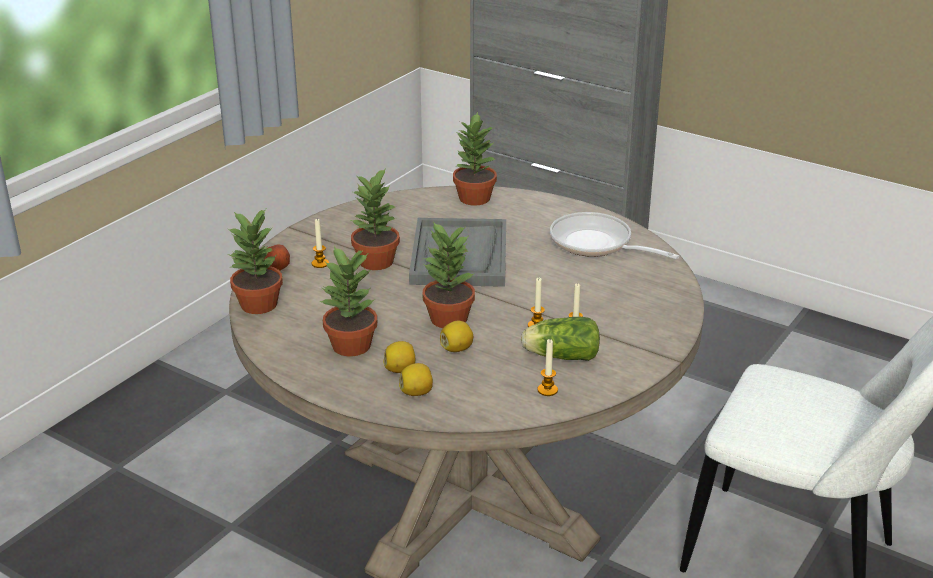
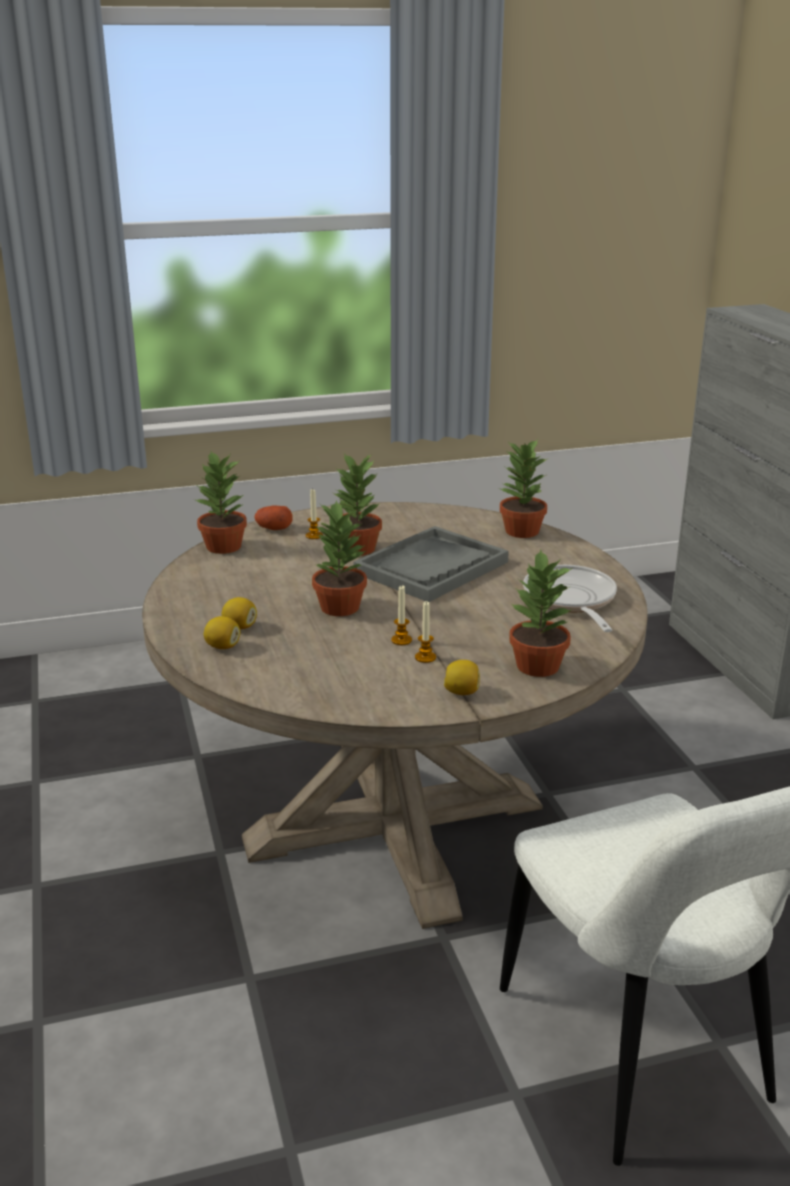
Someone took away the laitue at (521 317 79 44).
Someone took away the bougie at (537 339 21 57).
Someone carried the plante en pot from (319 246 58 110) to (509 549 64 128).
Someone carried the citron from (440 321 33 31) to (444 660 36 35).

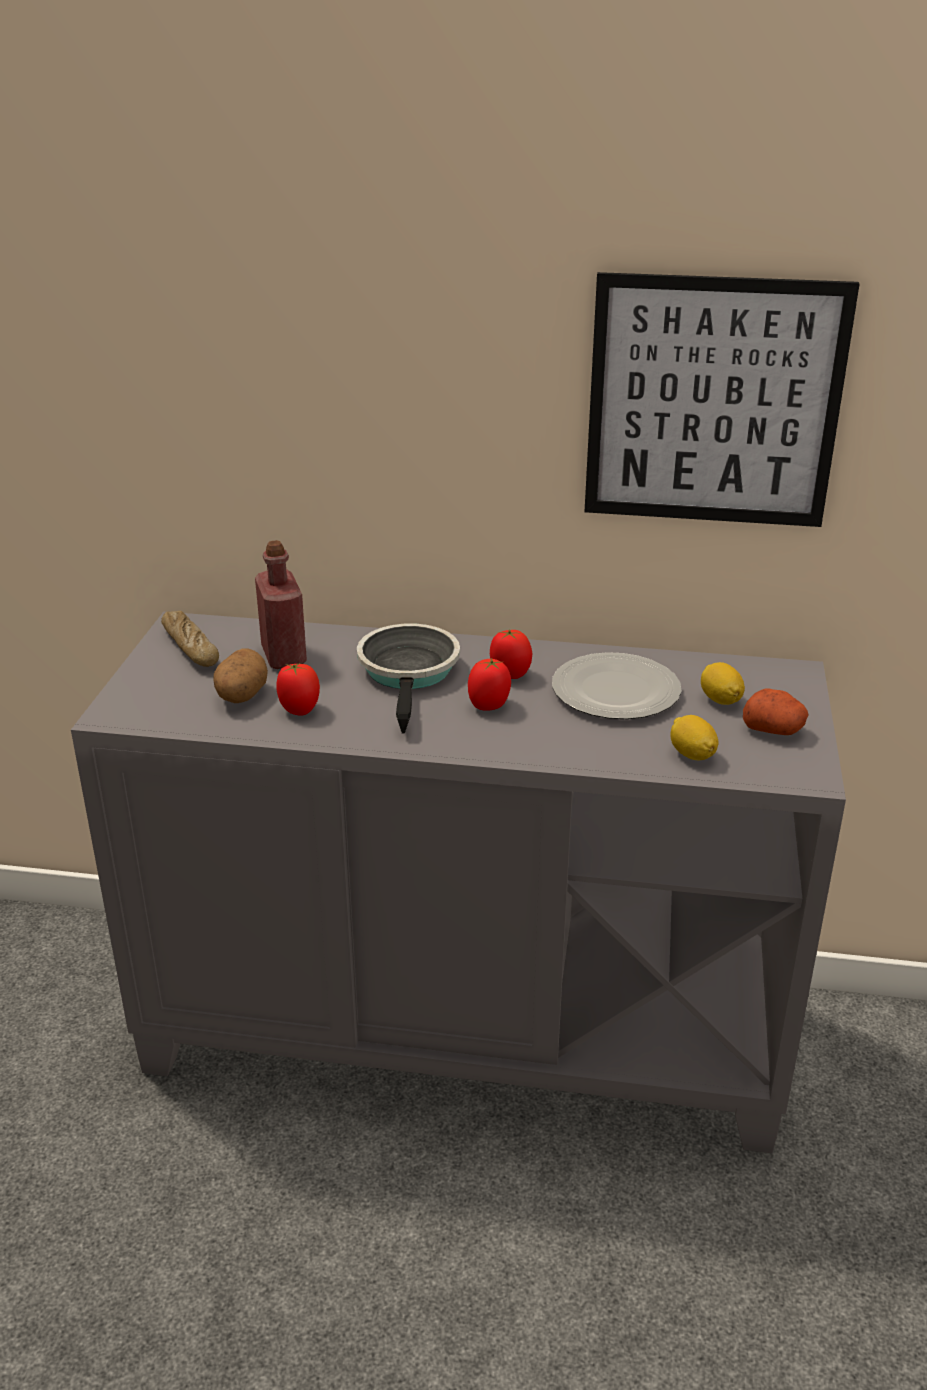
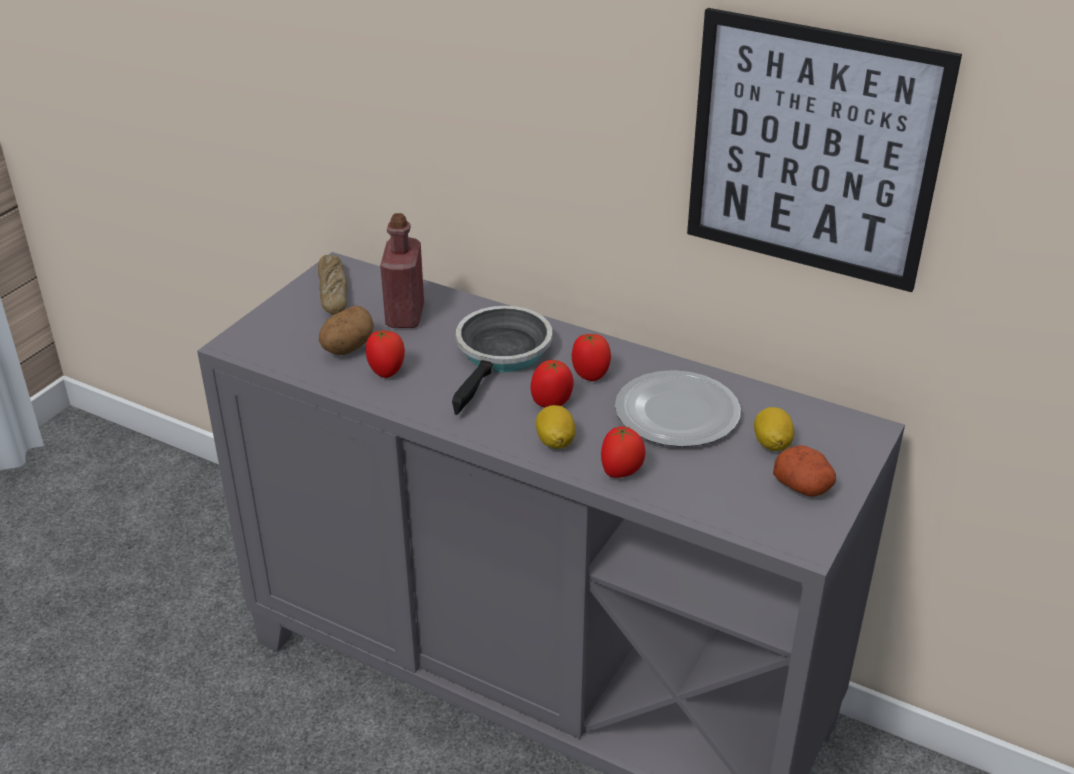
Someone put down the tomate at (601 426 45 52).
Someone carried the citron from (670 715 49 45) to (536 405 39 44).

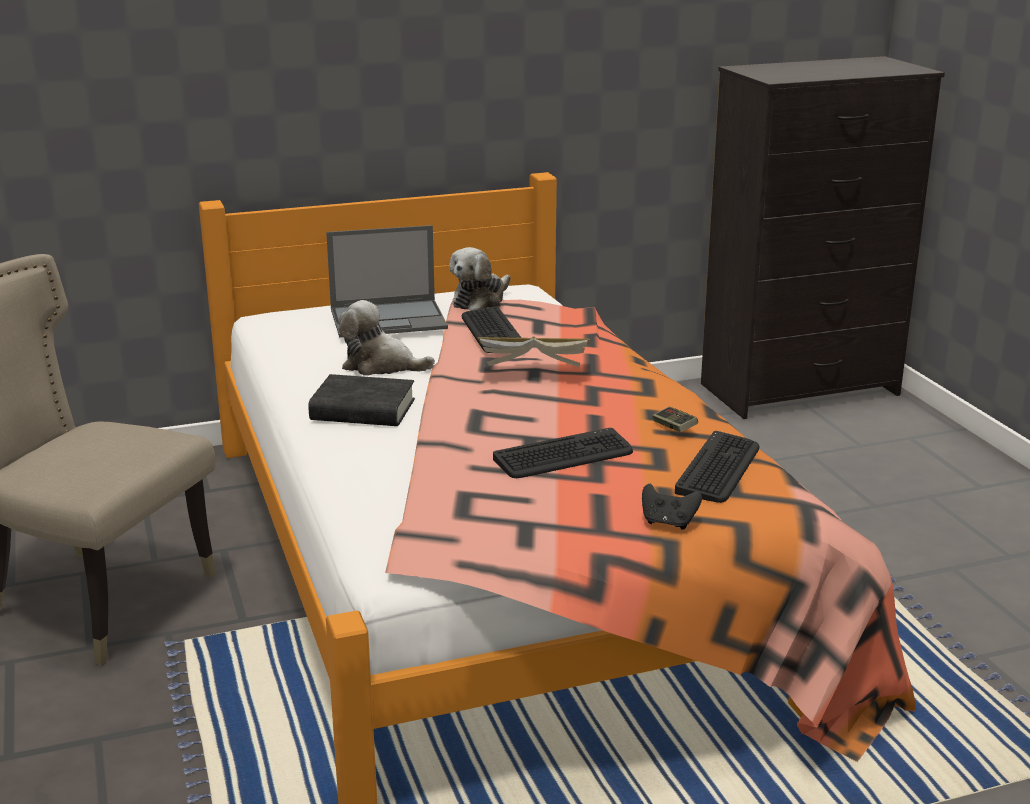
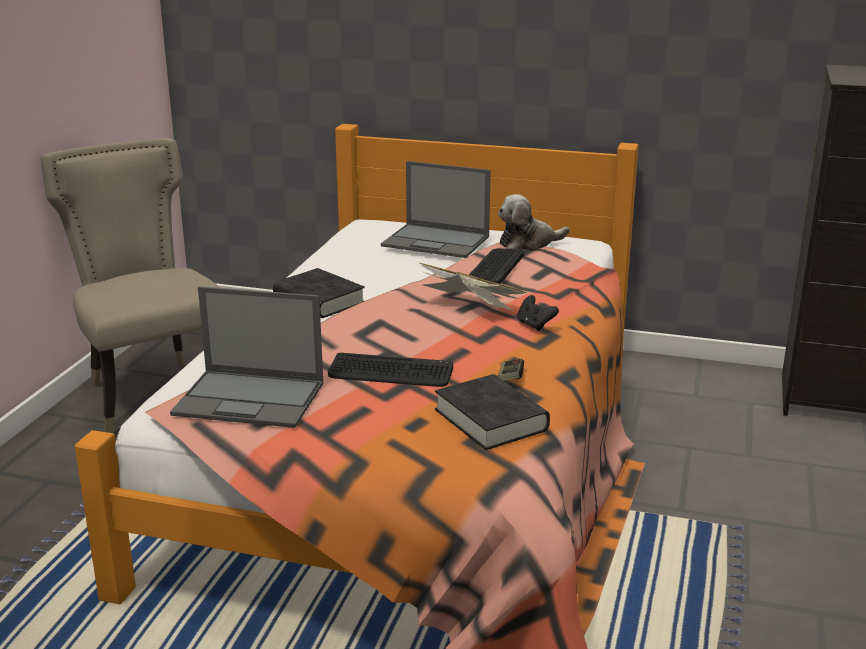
Someone took away the peluche at (339 300 96 76).
Someone put down the ordinateur portable at (170 286 154 142).
Someone carried the manette [noir] from (642 484 60 45) to (517 295 42 36).
Someone swapped the clavier at (675 431 84 72) for the livre [noir] at (435 375 115 75).

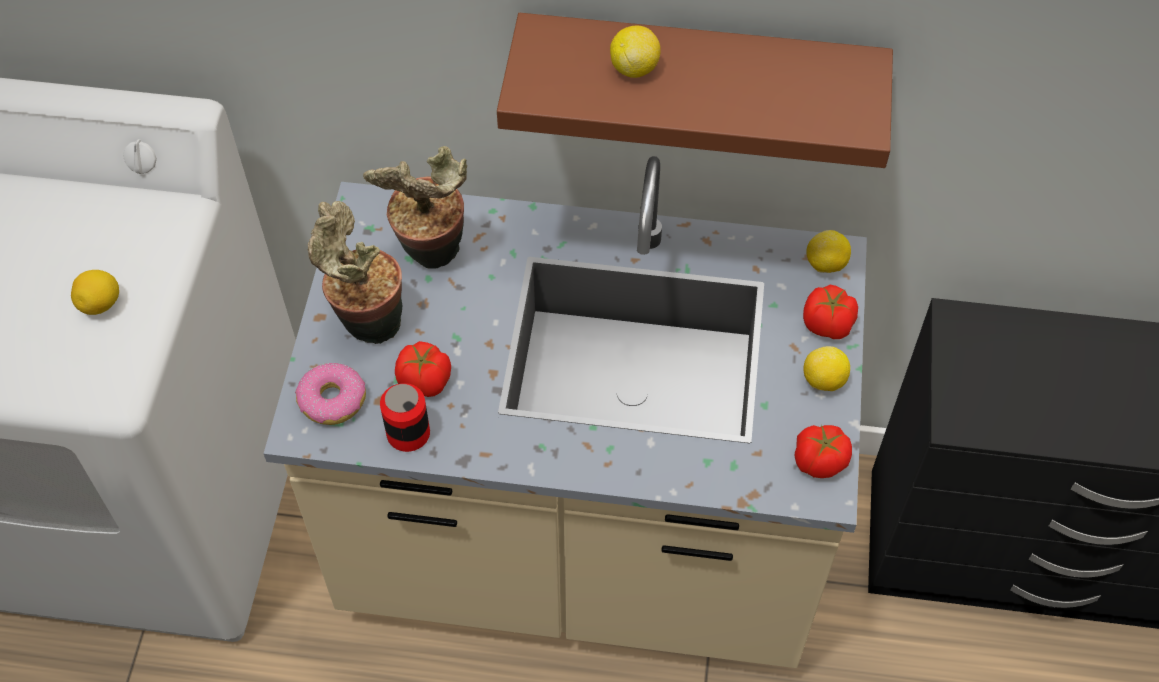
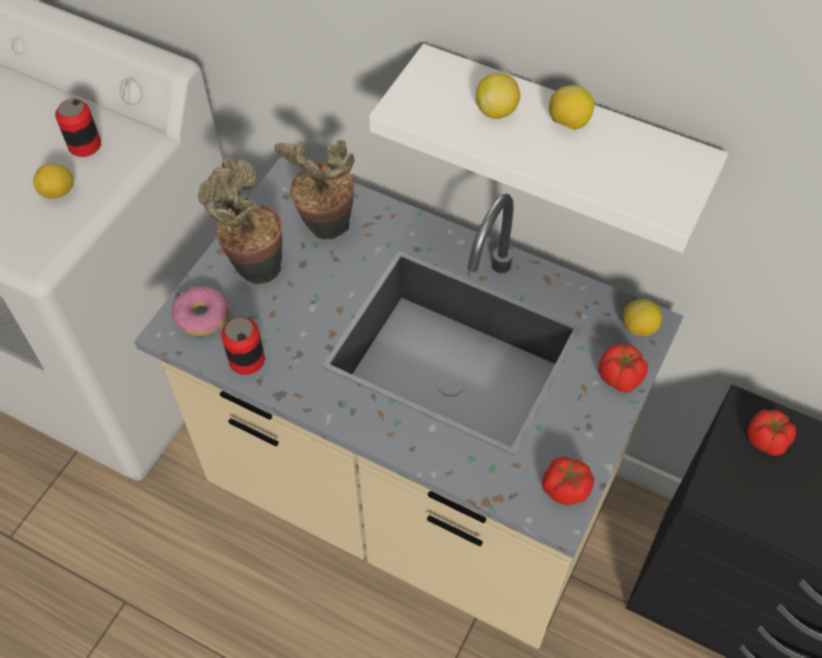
Someone put down the boîte métallique at (55 99 46 58).
Someone carried the tomate from (395 341 56 56) to (747 410 49 46).
Someone carried the citron from (803 346 47 45) to (549 85 45 45).
Someone repainted the étagère [marron] at (497 13 396 155), which became the étagère [blanc] at (369 44 359 209).

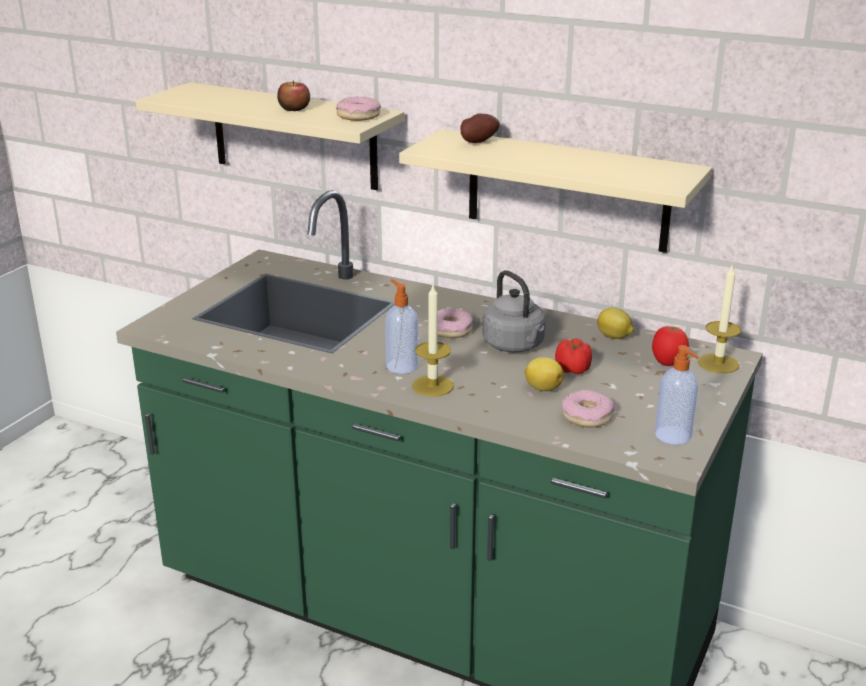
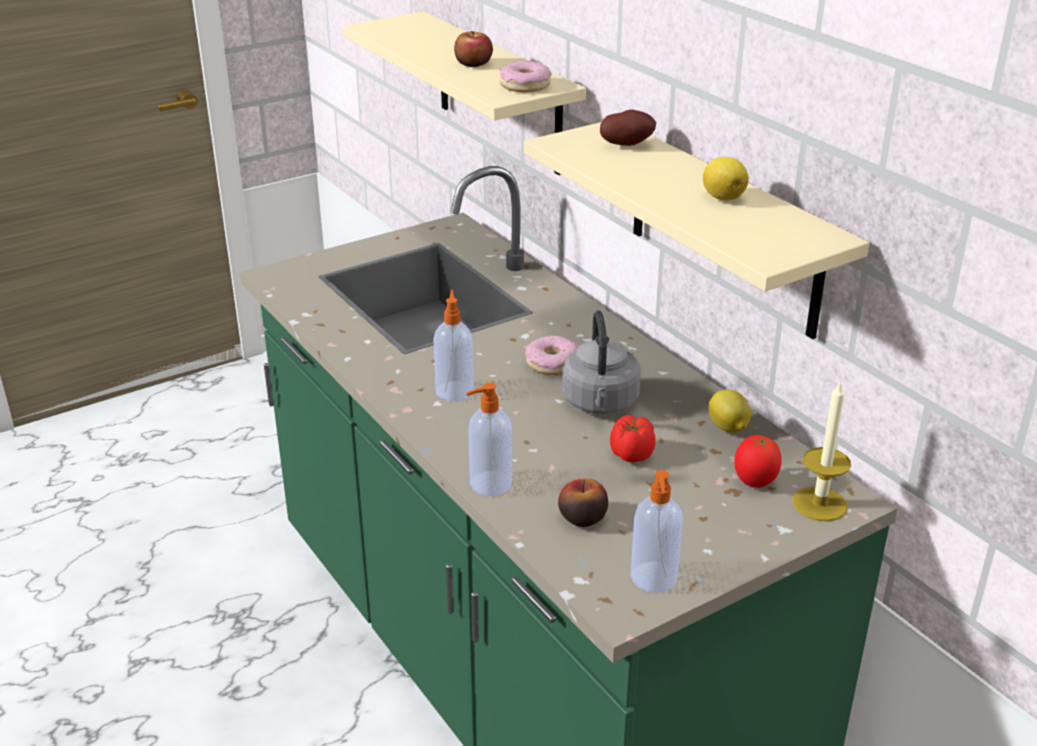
Someone took away the bougie at (412 285 42 112).
Someone put down the distributeur de savon at (466 383 46 113).
Someone carried the citron from (524 357 40 34) to (703 157 46 44).
Someone swapped the beignet at (562 390 52 38) for the pomme at (558 478 50 49).

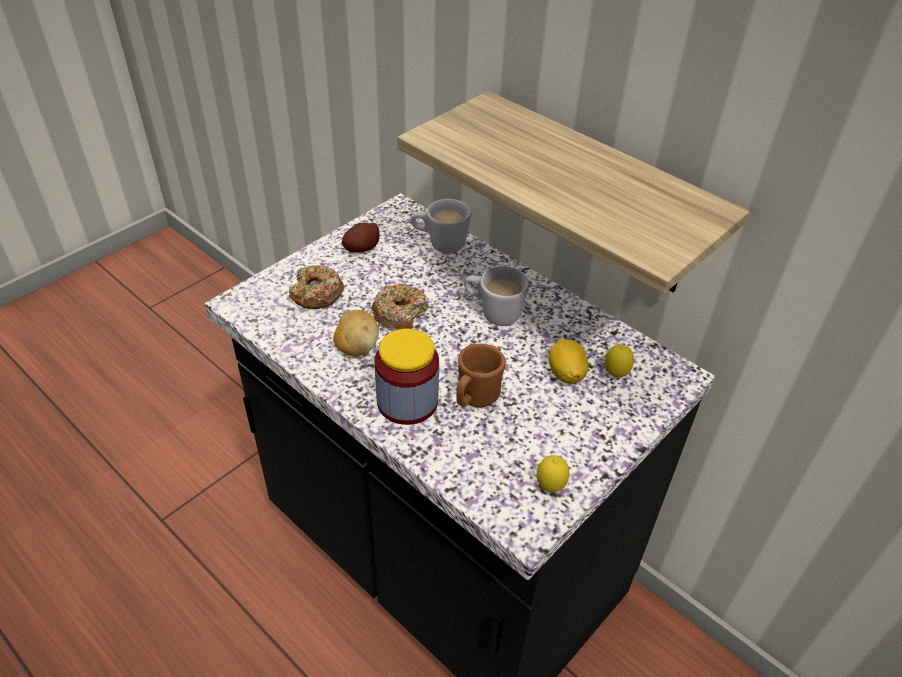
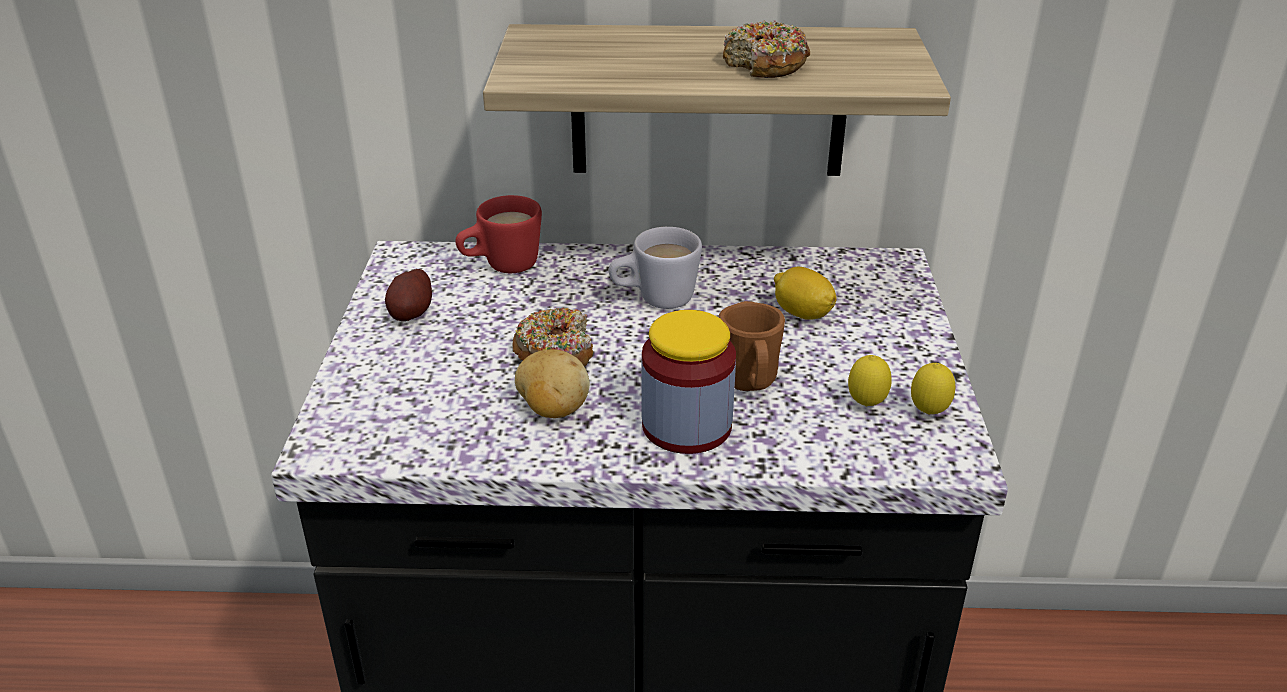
Someone carried the beignet from (289 265 55 44) to (723 20 87 58).
Someone carried the citron from (605 344 29 33) to (848 355 43 51).
Someone repainted the mug [blanc] at (410 199 61 55), which became the mug [rouge] at (456 195 86 78).

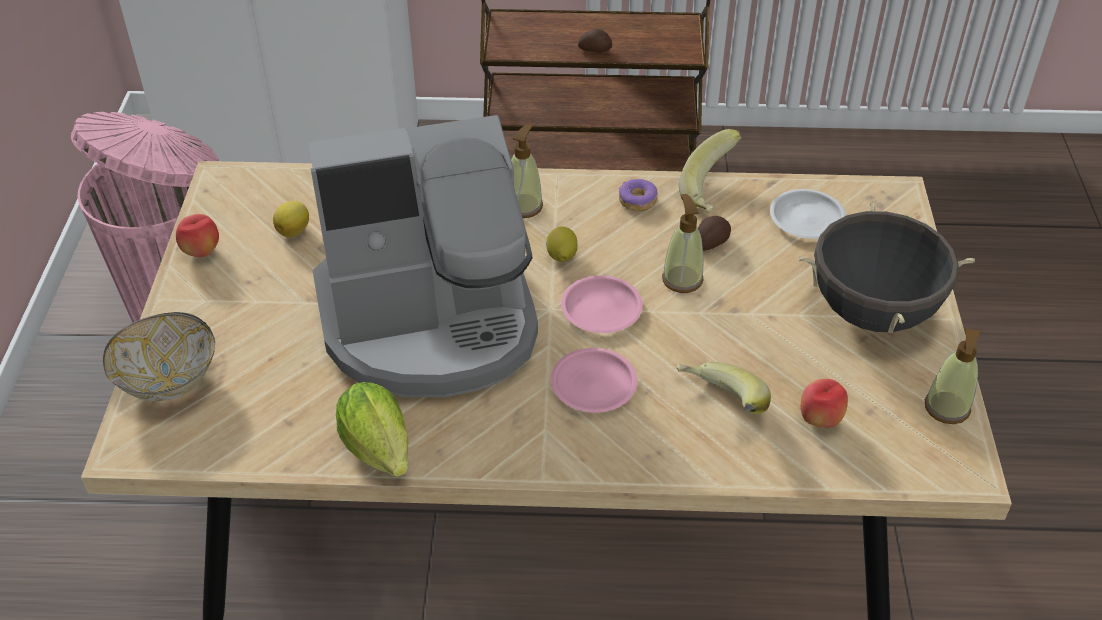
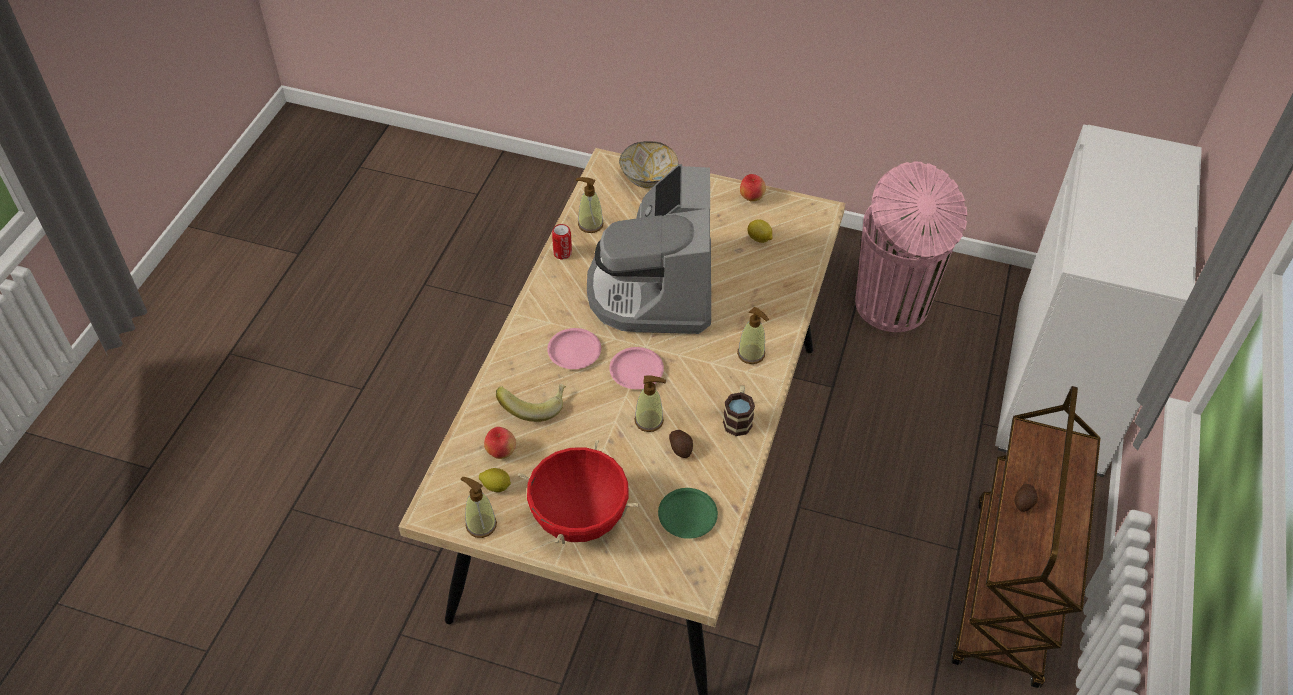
Someone took away the banane at (679 129 63 84).
Someone put down the distributeur de savon at (576 177 27 56).
Someone carried the citron from (546 226 31 36) to (479 468 32 24).
Someone swapped the laitue at (336 382 72 95) for the boîte métallique at (552 224 20 35).
Someone swapped the beignet at (619 179 39 32) for the mug at (723 385 32 51).
Someone repainted the assiette [blanc] at (770 189 76 50), which became the assiette [vert] at (658 488 60 51).
Someone repainted the marmite [noir] at (799 201 176 133), which became the marmite [rouge] at (518 440 121 104).

